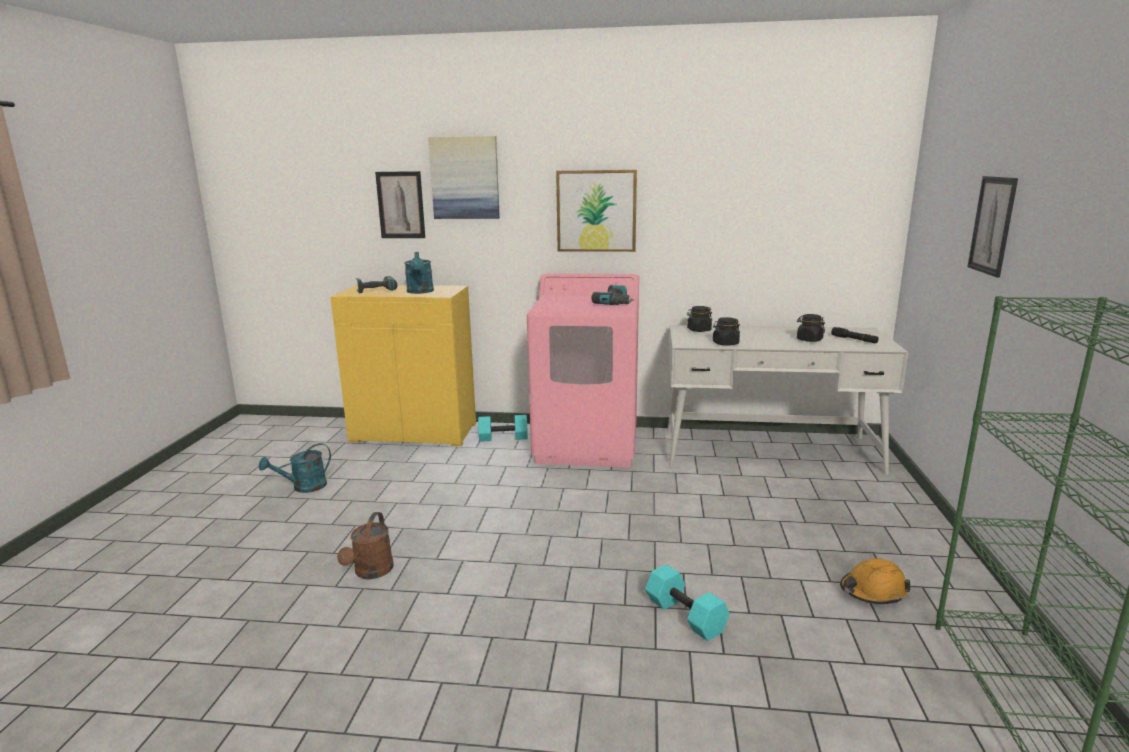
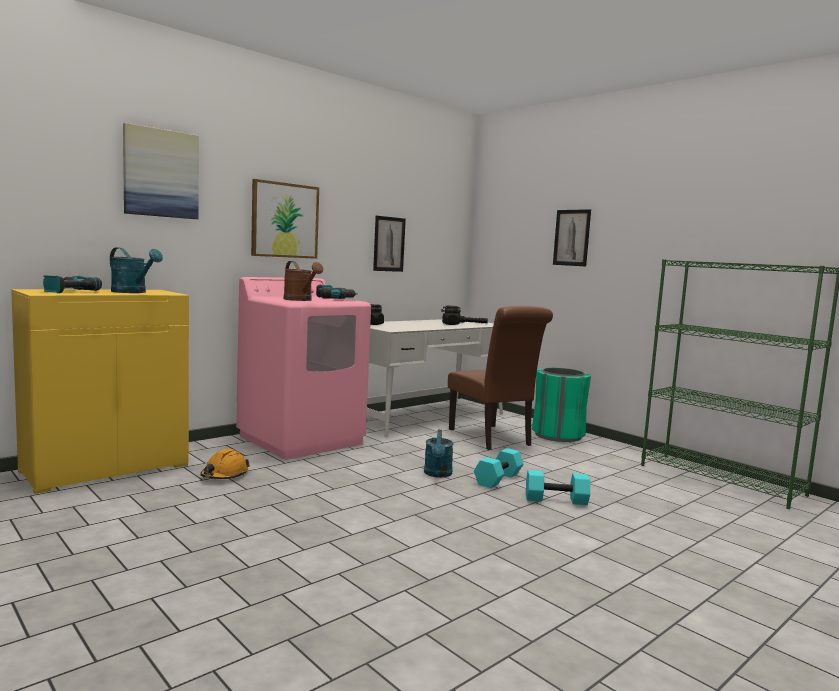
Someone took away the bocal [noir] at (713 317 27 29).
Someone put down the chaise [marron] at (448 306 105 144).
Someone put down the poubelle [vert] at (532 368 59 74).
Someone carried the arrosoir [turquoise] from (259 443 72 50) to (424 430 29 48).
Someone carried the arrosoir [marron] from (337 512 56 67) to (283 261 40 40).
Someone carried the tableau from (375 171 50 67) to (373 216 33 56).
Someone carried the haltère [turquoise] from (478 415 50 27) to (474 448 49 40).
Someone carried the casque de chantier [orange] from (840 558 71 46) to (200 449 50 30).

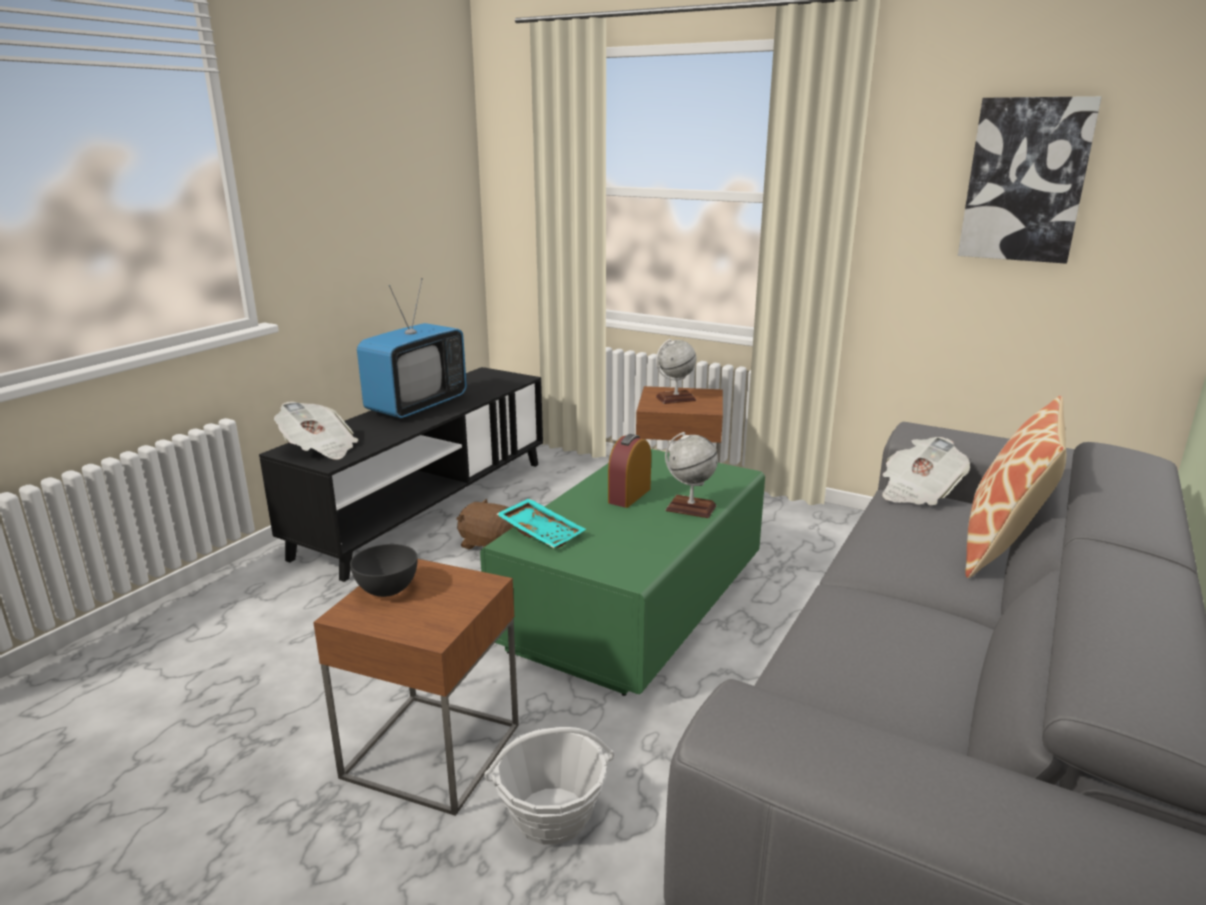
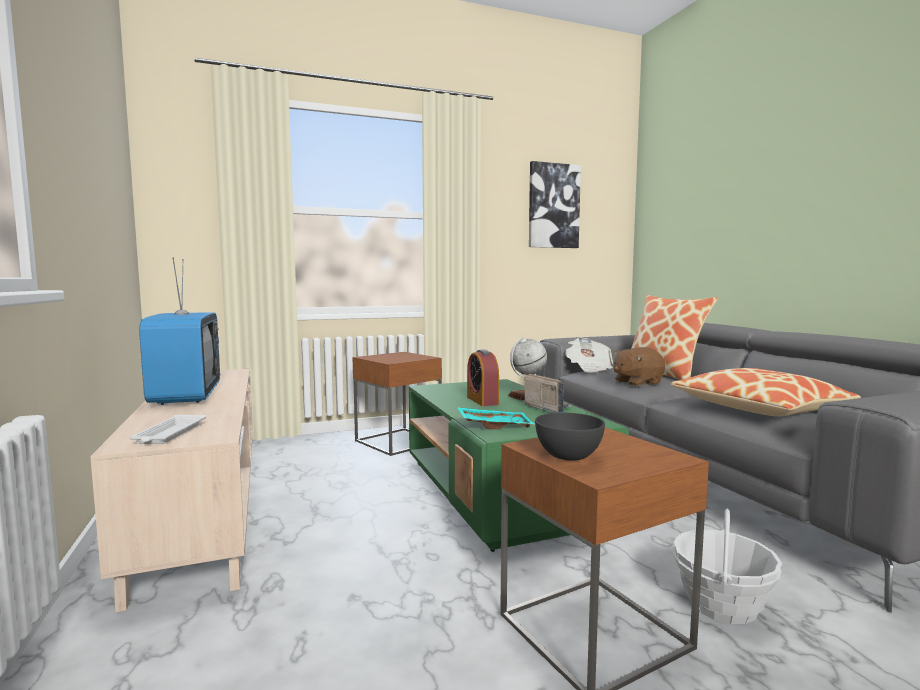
Someone took away the globe at (656 339 40 65).
Someone put down the radio at (524 374 48 39).
Someone put down the coussin at (670 368 191 48).
Someone carried the peluche [marron] from (457 499 57 50) to (613 347 52 39).
Someone swapped the journal at (274 401 84 59) for the plateau [blanc] at (129 415 77 29).
Someone repainted the meuble télé [noir] at (259 367 284 215), which became the meuble télé [beige] at (90 369 163 244).

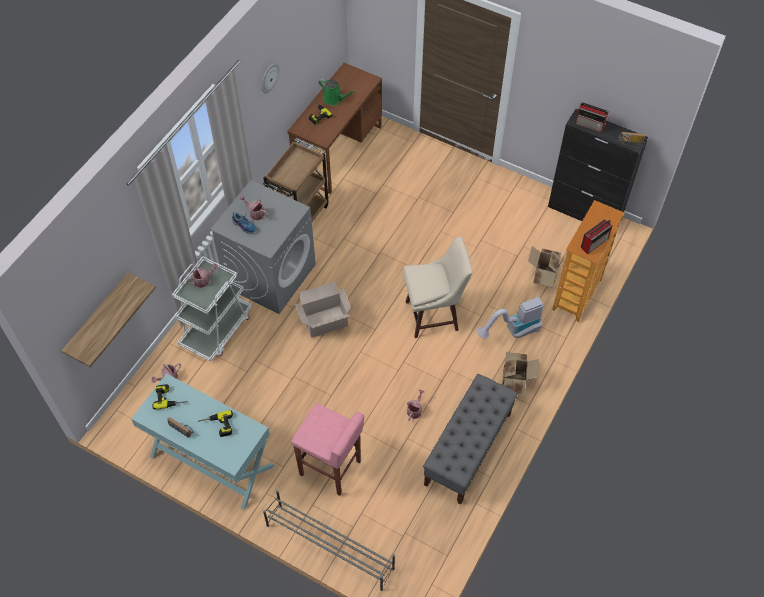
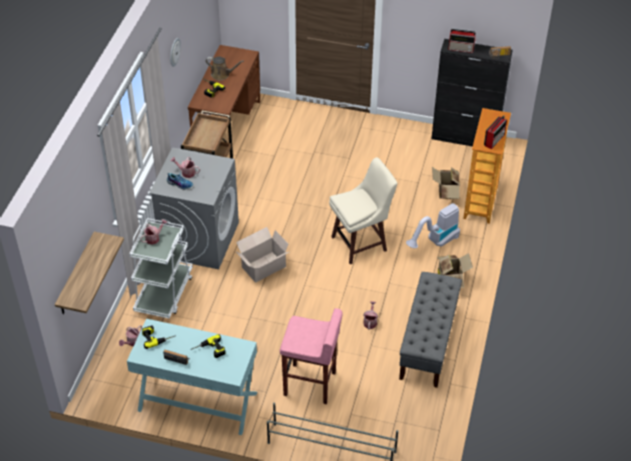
Someone repainted the arrosoir [vert] at (319 79 37 27), which became the arrosoir [marron] at (206 56 38 24).

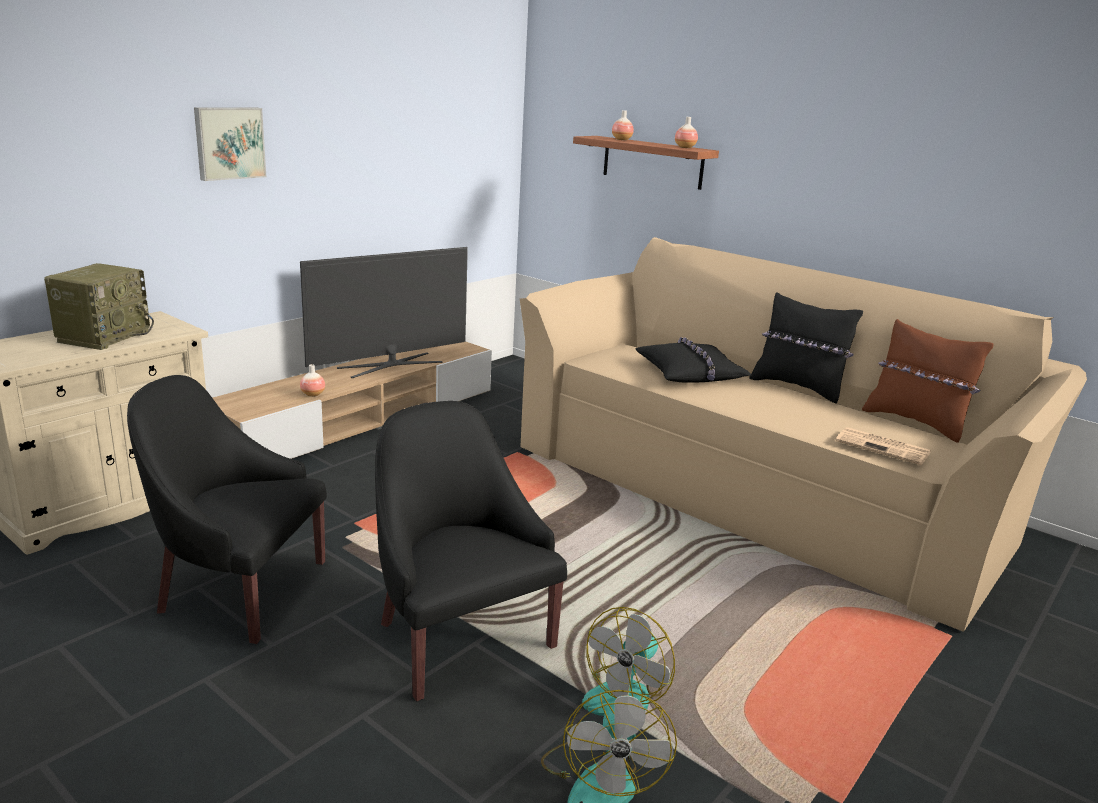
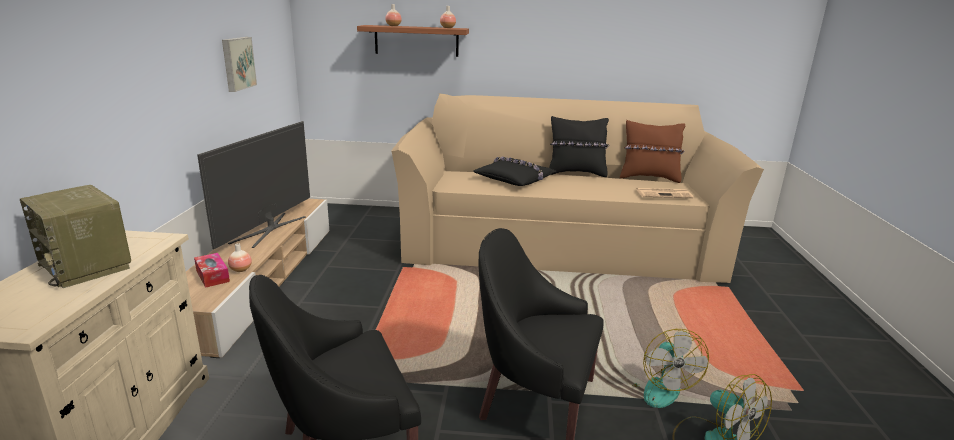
Someone put down the boîte à mouchoirs at (194 253 36 35).
Someone carried the tableau from (194 107 72 74) to (222 37 35 55).
Someone rotated the radio at (44 263 110 87) by 150 degrees clockwise.

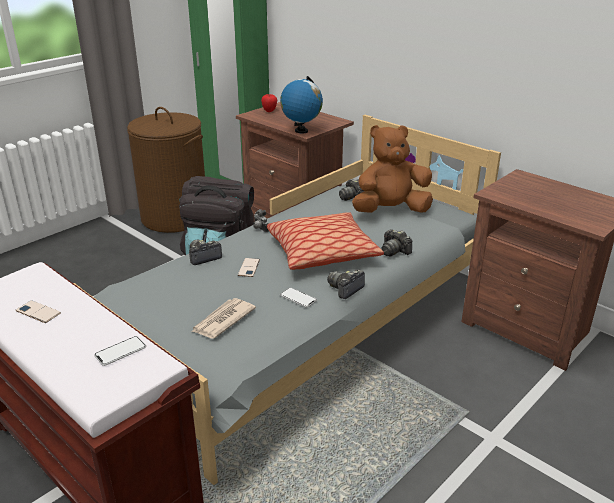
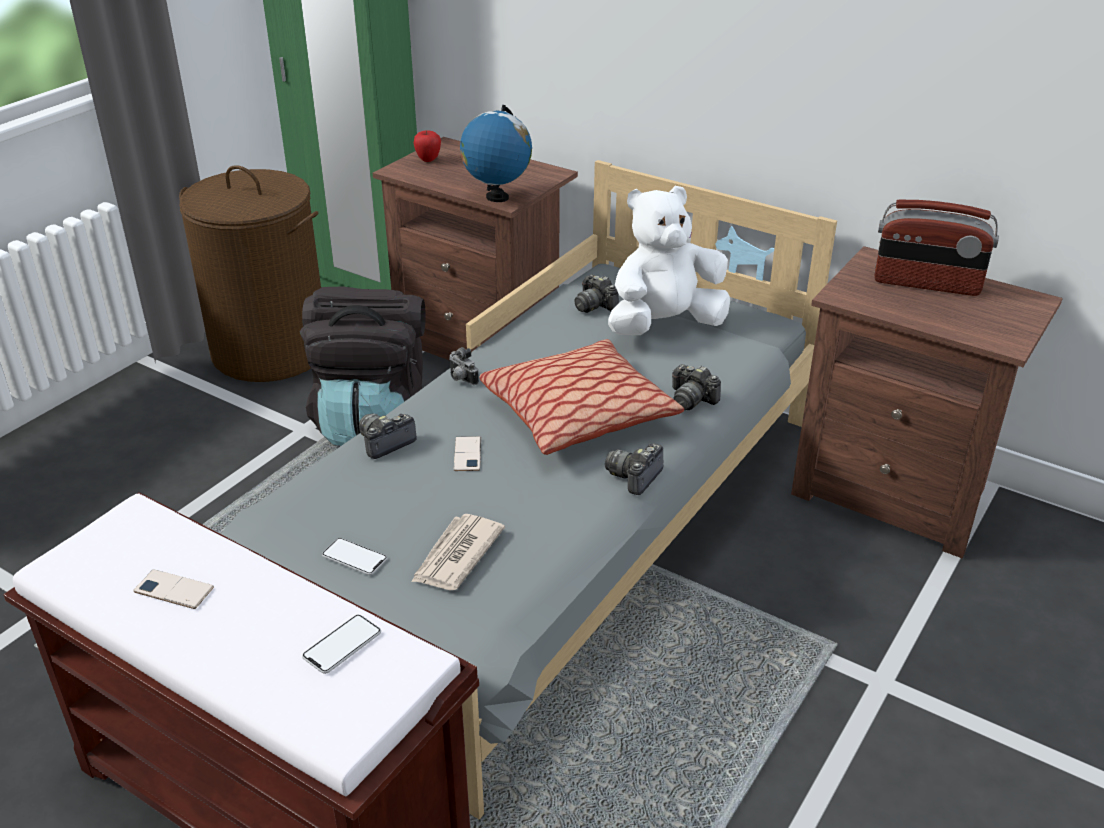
Someone put down the radio at (874 200 125 96).
Someone carried the téléphone from (280 287 37 21) to (322 538 65 37).
Someone repainted the peluche [marron] at (352 125 81 88), which became the peluche [blanc] at (608 186 122 149).

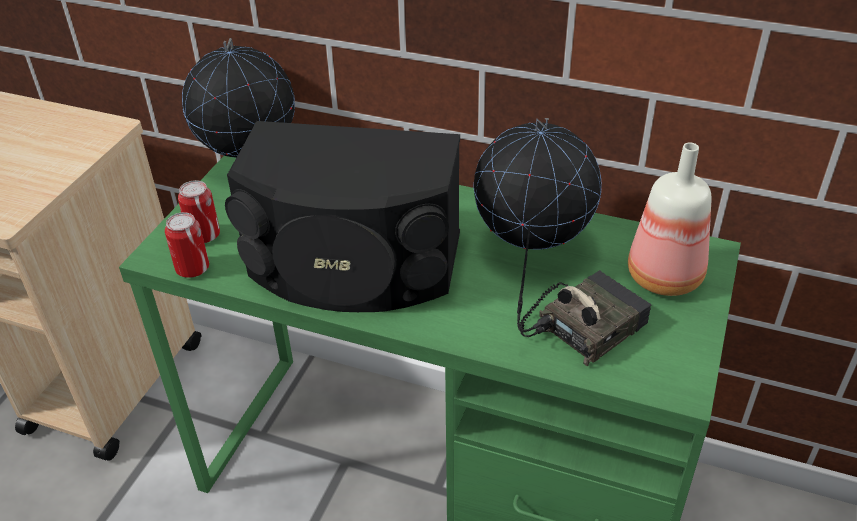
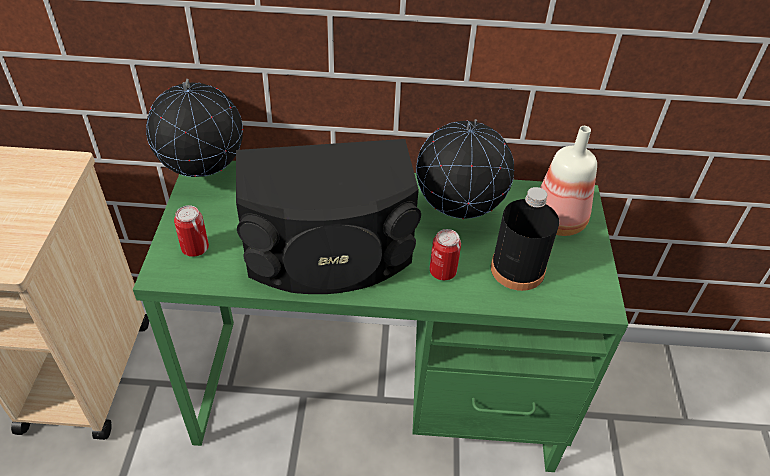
Someone carried the boîte métallique from (165 212 44 66) to (429 229 32 51).
Someone swapped the radio at (517 220 134 146) for the bouteille [noir] at (491 187 68 104).

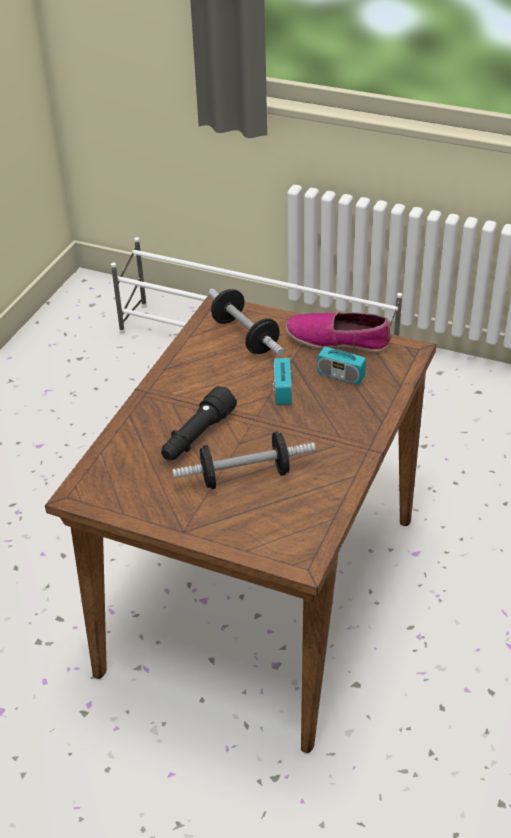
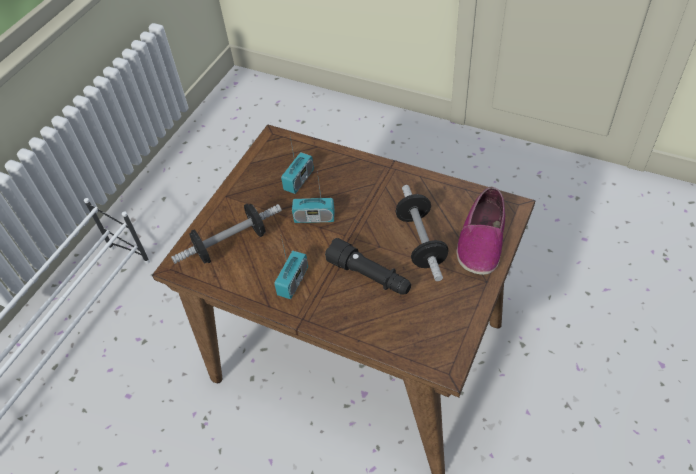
Someone put down the radio at (274 236 34 63).
Someone carried the chaussure from (286 312 105 41) to (457 187 49 88).

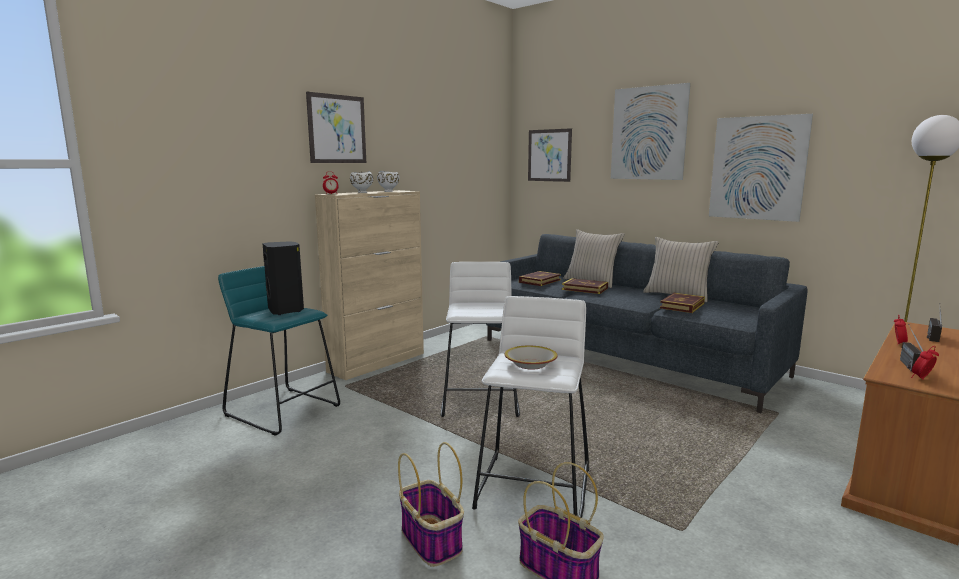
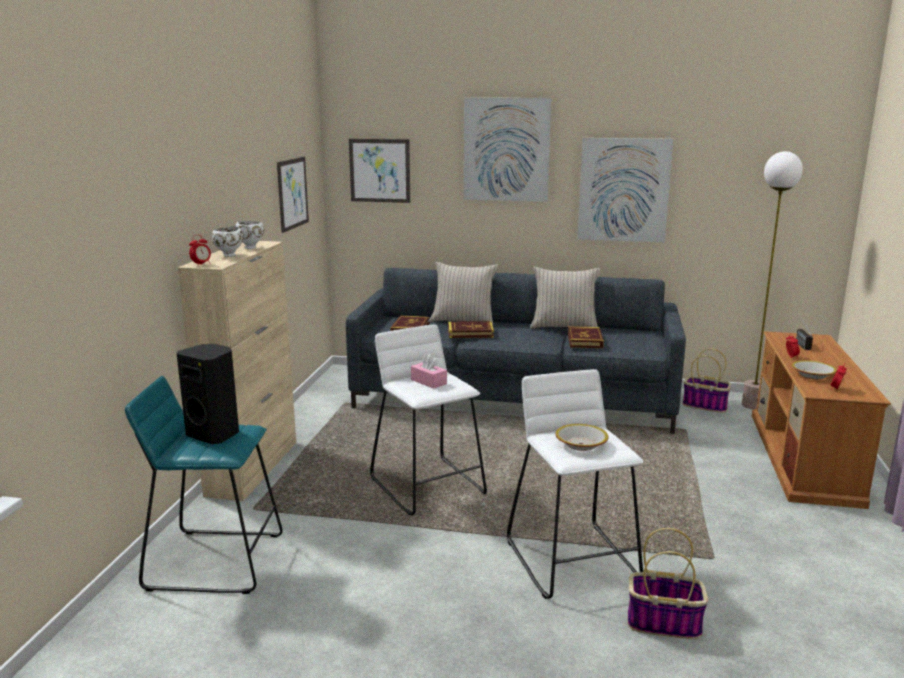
Someone put down the boîte à mouchoirs [rose] at (411 354 36 35).
Someone carried the tableau from (306 92 60 71) to (277 157 32 76).
Someone carried the panier from (398 442 66 125) to (683 348 48 65).
Someone swapped the radio at (900 324 23 47) for the bol at (792 360 45 19).

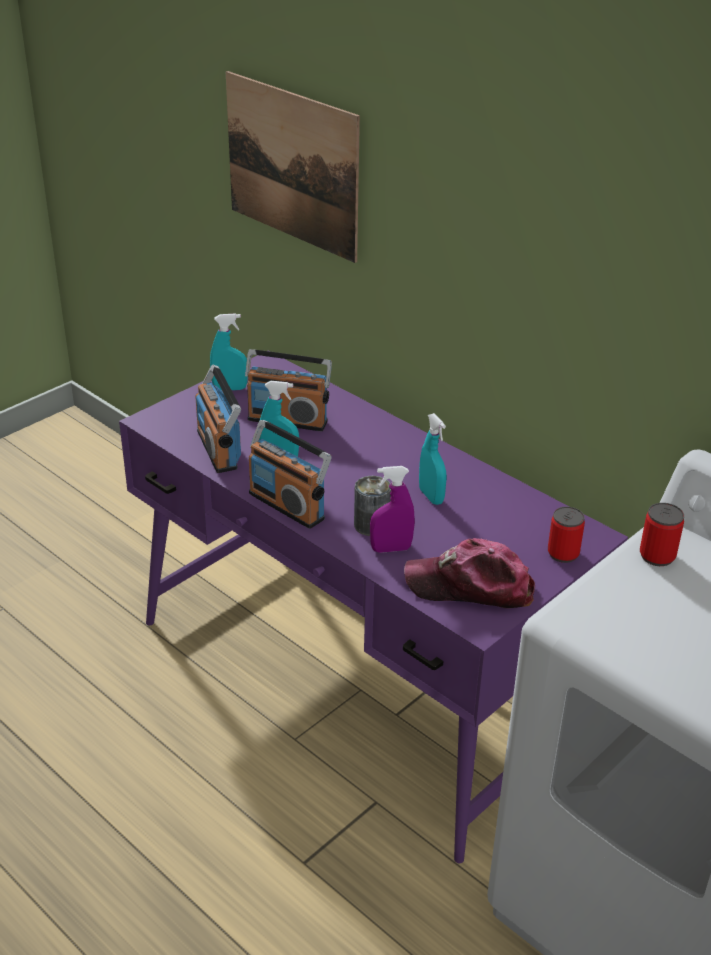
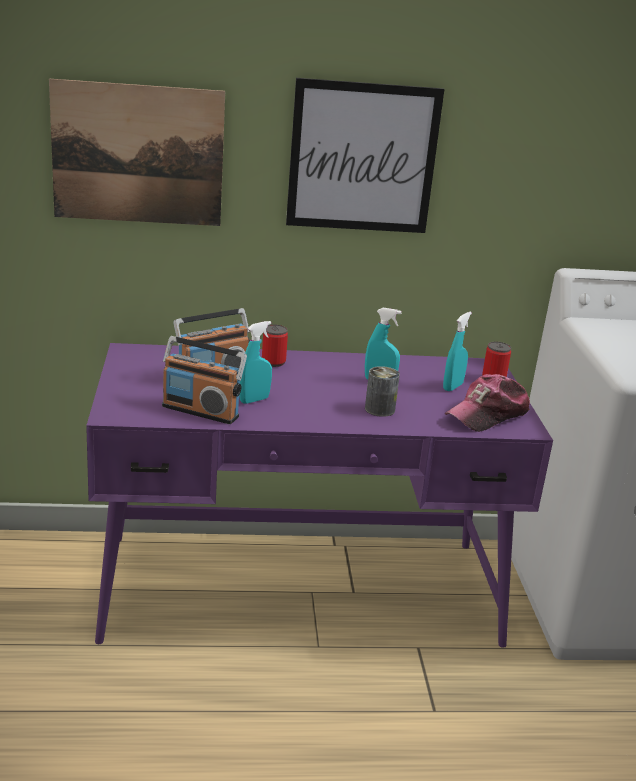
Someone took away the radio at (249 420 83 109).
Someone took away the vaporisateur [violet] at (370 466 45 87).
Someone put up the tableau at (286 78 158 155).
Someone carried the vaporisateur [turquoise] from (210 313 38 77) to (443 312 29 79).
Someone carried the boîte métallique from (640 503 44 63) to (262 325 26 42).

